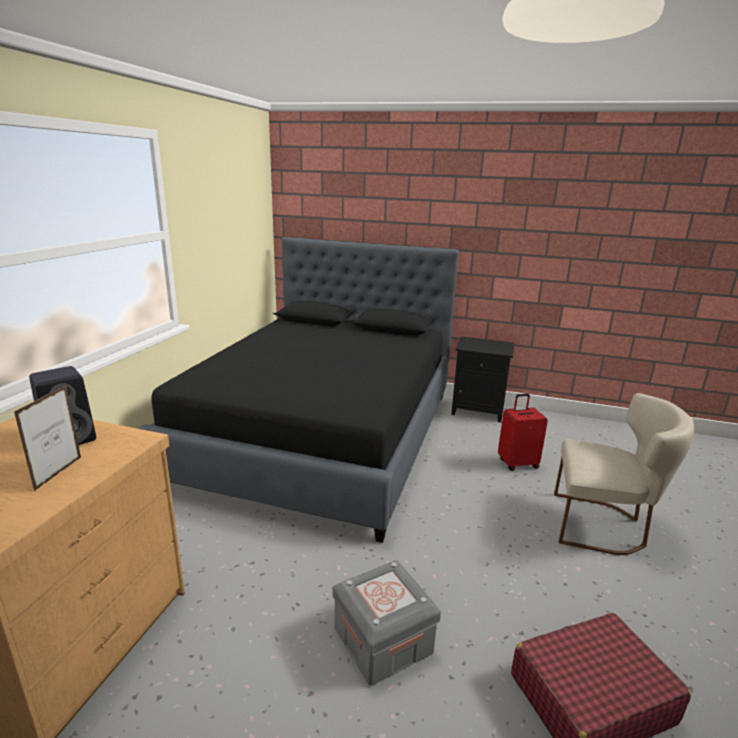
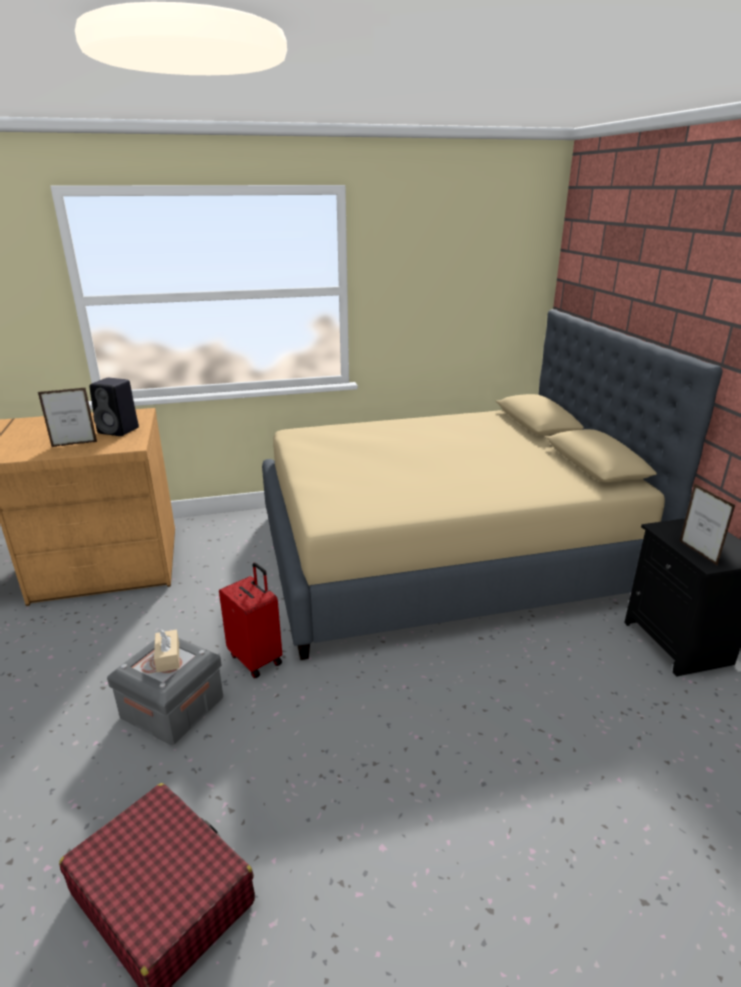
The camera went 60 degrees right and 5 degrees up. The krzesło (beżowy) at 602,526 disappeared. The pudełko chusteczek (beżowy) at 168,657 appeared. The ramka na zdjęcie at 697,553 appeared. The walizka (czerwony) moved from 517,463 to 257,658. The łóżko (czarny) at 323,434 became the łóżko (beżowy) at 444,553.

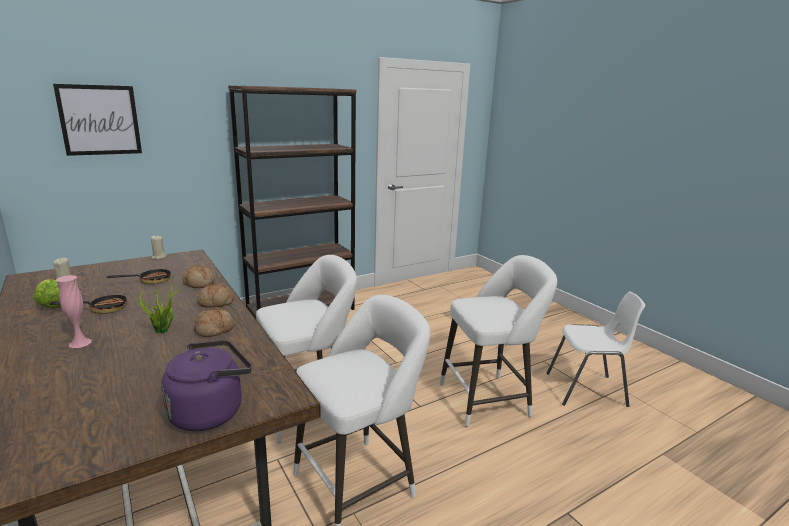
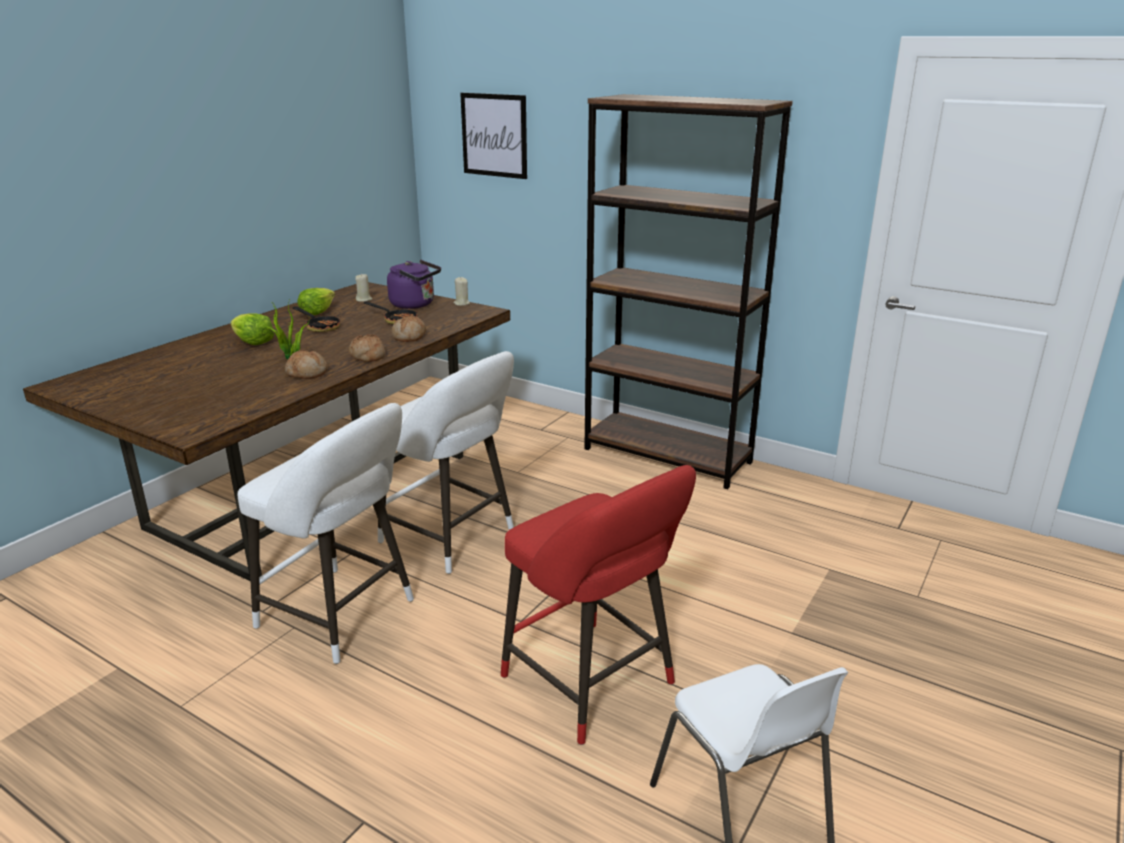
The camera went 65 degrees right and 5 degrees up. The czajnik (fioletowy) moved from 210,411 to 415,305. The wazon (różowy) at 80,343 was replaced by the sałata at 253,342. The stołek (biały) at 489,399 became the stołek (czerwony) at 594,685.

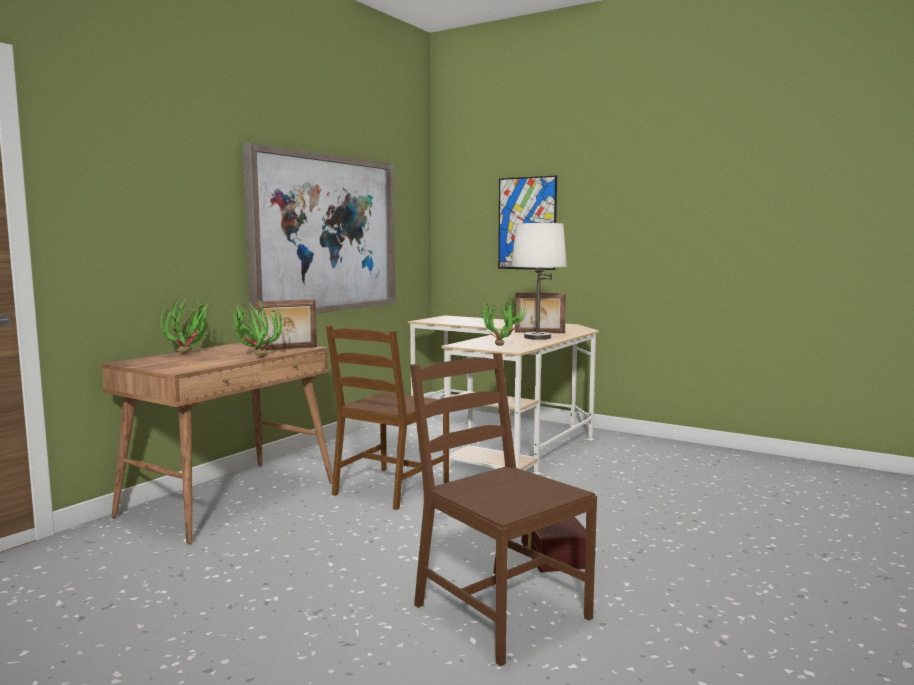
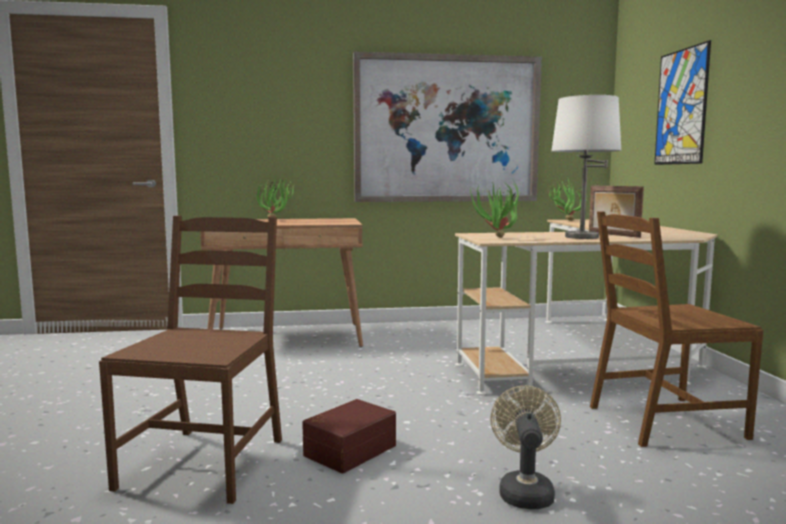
The camera went 50 degrees right and 0 degrees up. The ramka na zdjęcie at 287,349 disappeared. The wentylator (beżowy) at 524,491 appeared. The roślina doniczkowa moved from 254,357 to 565,220. The krzesło (brązowy) moved from 390,488 to 664,421.

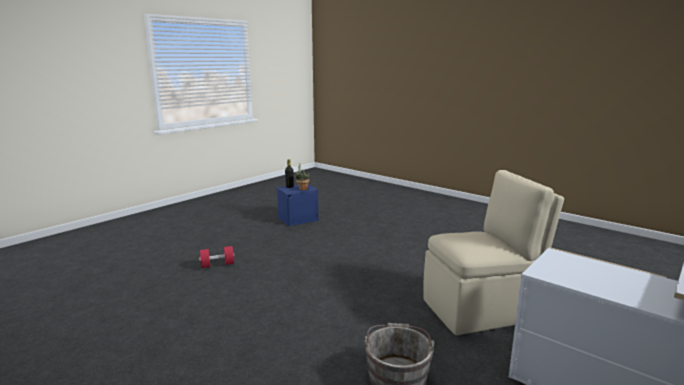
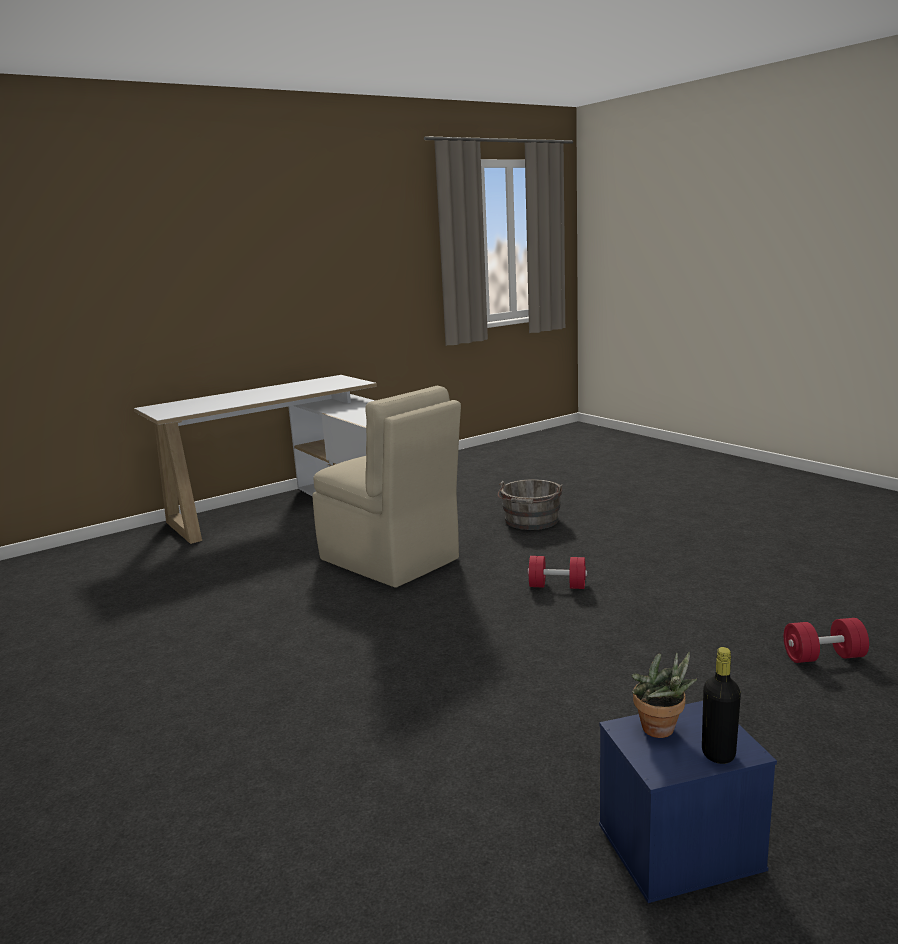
The camera went 165 degrees left and 0 degrees up. The hantel (czerwony) at 557,586 appeared. The krzesło (beżowy) at 481,310 turned 135 degrees counterclockwise.

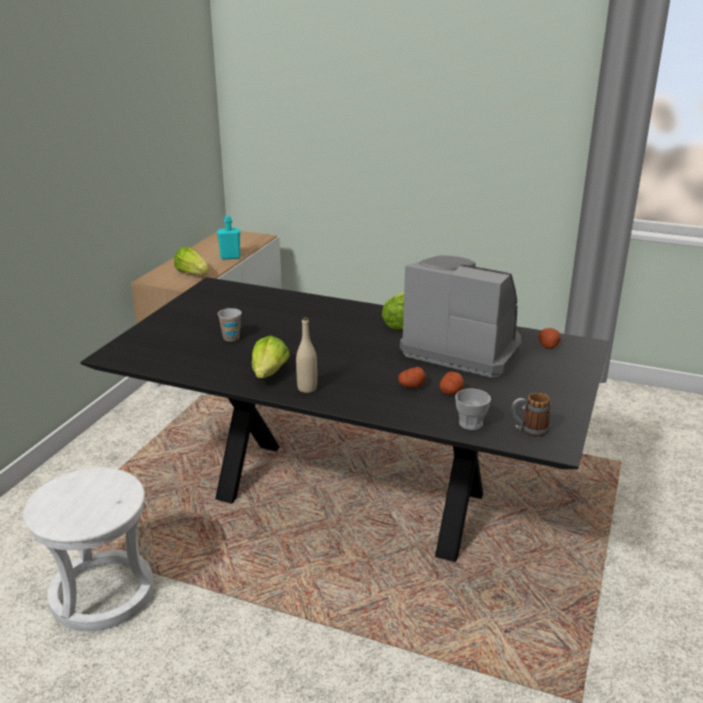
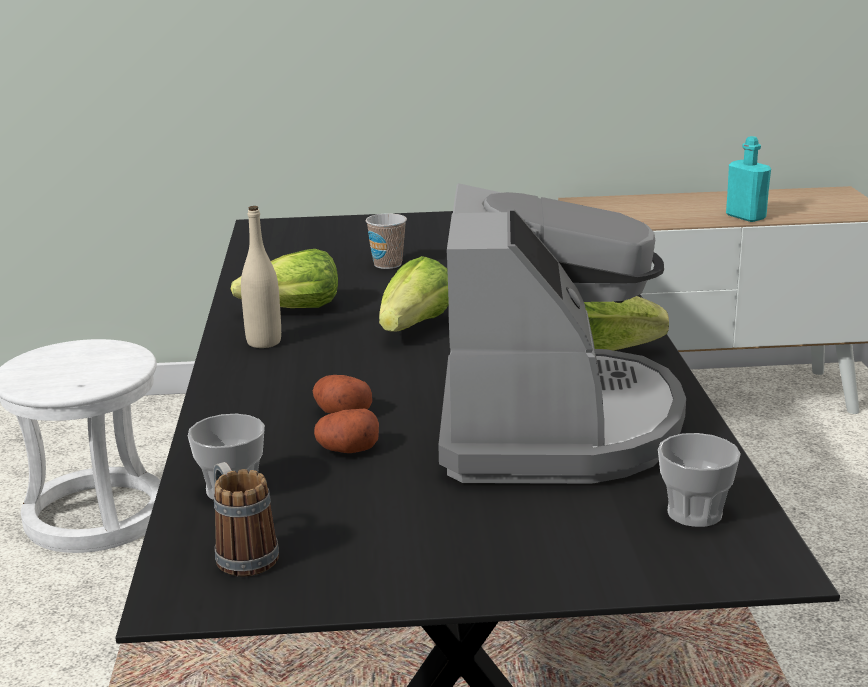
The camera went 65 degrees right and 5 degrees down. The sałata moved from 192,274 to 415,327. The ziemniak at 548,345 was replaced by the filiżanka at 694,513.

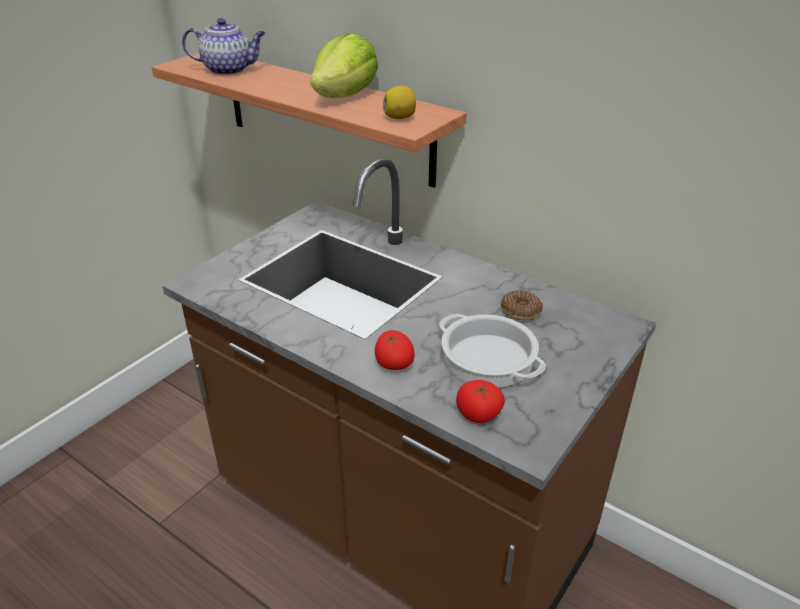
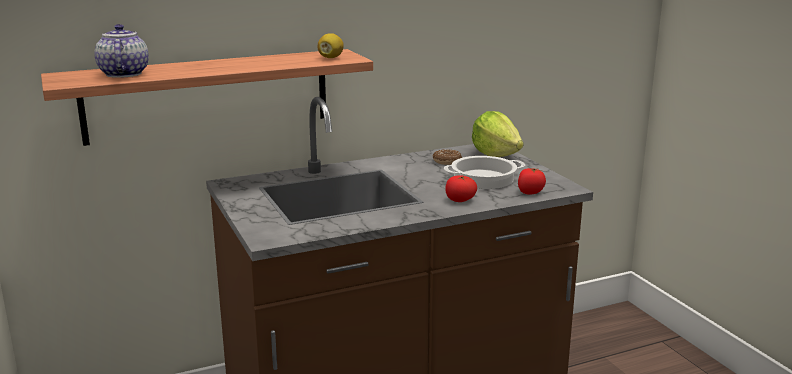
The camera went 60 degrees left and 15 degrees down. The sałata moved from 346,96 to 496,154. The imbryk at 229,70 turned 45 degrees counterclockwise.

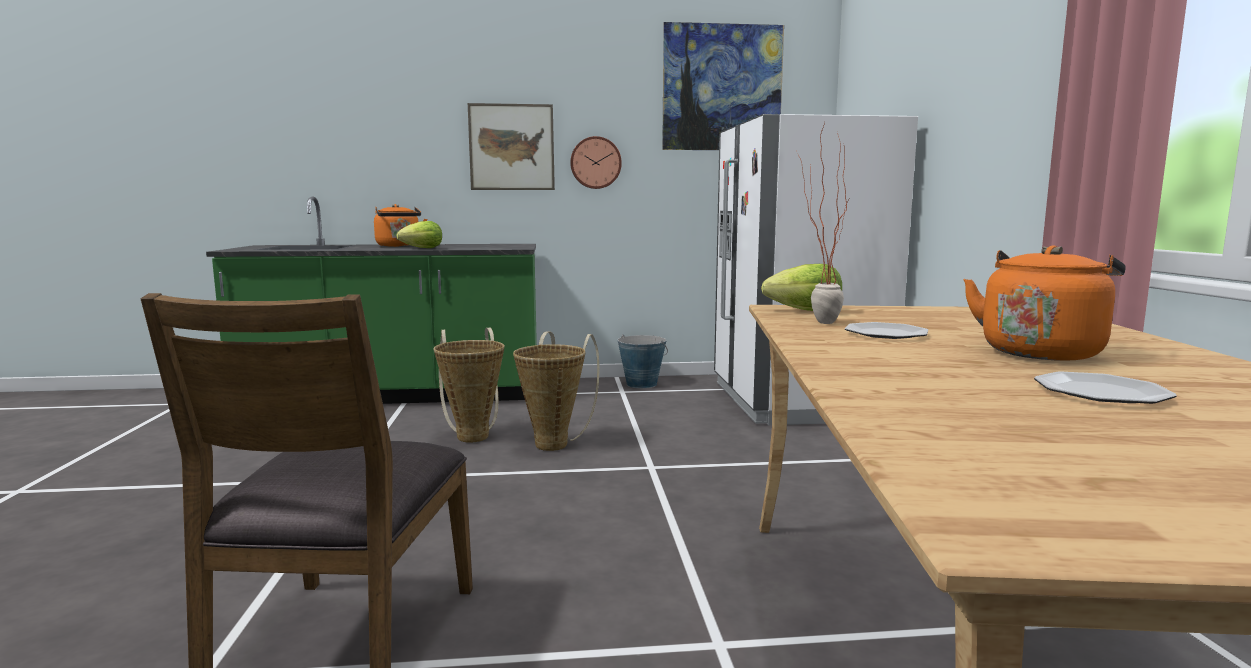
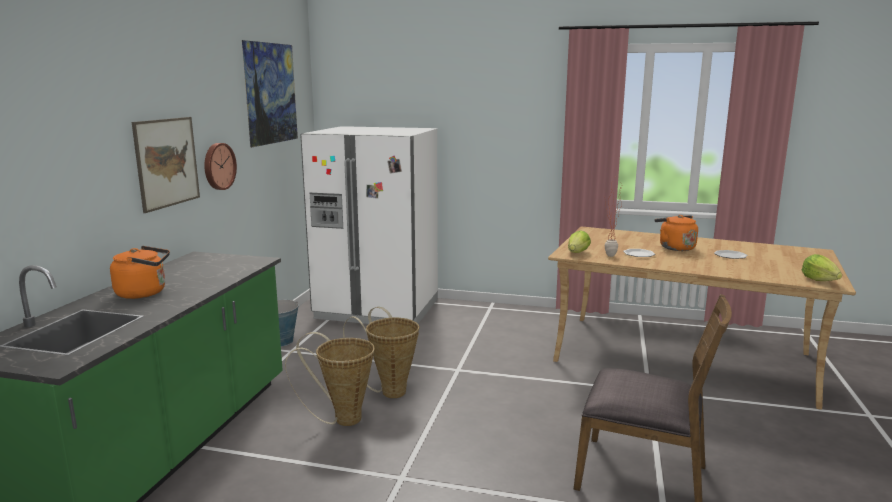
The camera went 70 degrees left and 5 degrees up. The sałata moved from 423,248 to 819,280.

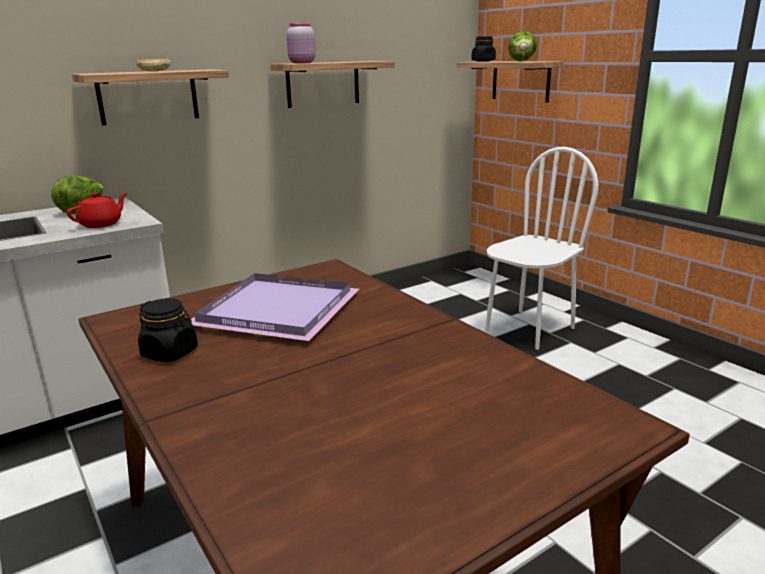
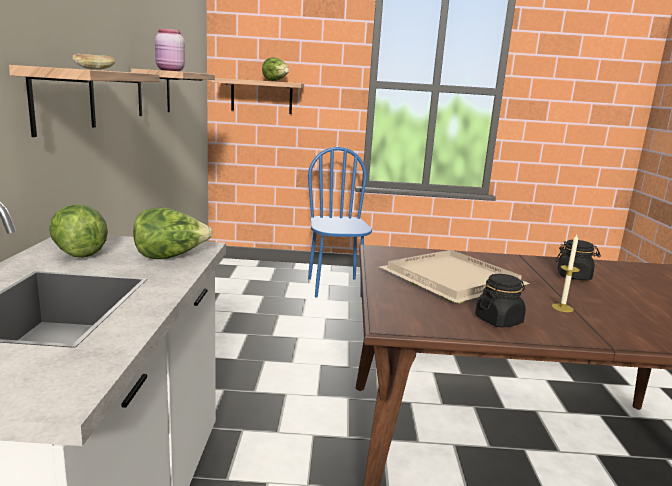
The camera went 55 degrees left and 5 degrees down. The świeca at 562,308 appeared. The słoik (czarny) moved from 483,61 to 574,276. The imbryk (czerwony) at 101,224 was replaced by the sałata at 170,257. The taca (fioletowy) at 274,311 became the taca (beżowy) at 452,280. The krzesło (biały) at 529,329 became the krzesło (niebieski) at 335,287.

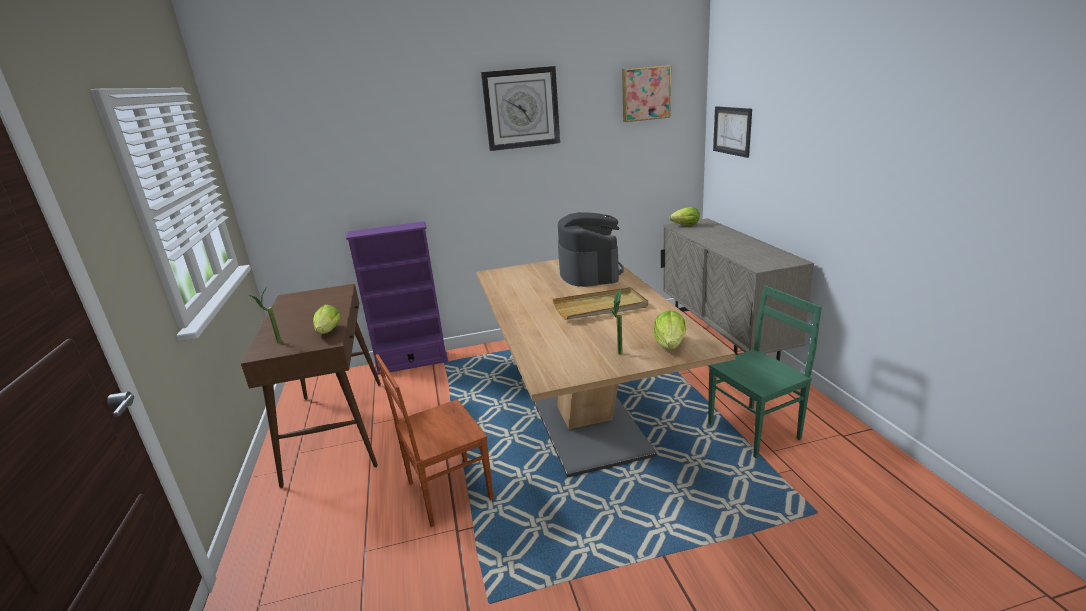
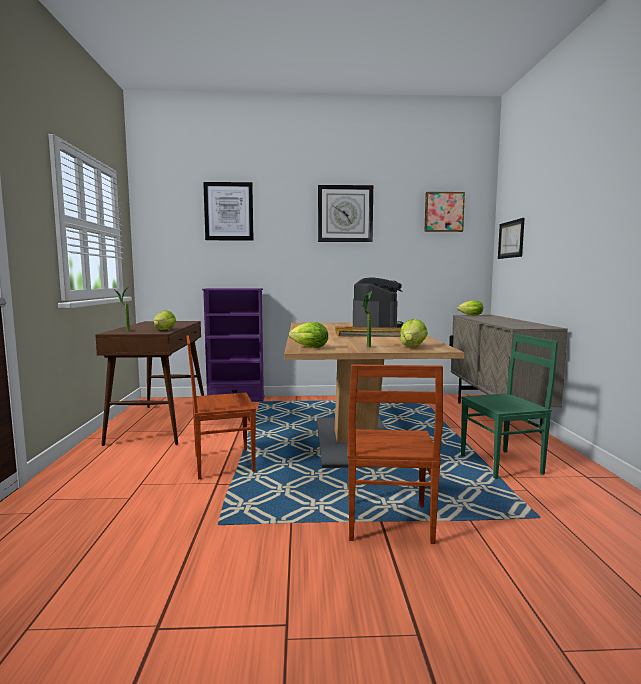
The camera went 10 degrees right and 15 degrees down. The obraz at 228,211 appeared. The sałata at 307,347 appeared. The krzesło (brązowy) at 387,523 appeared.

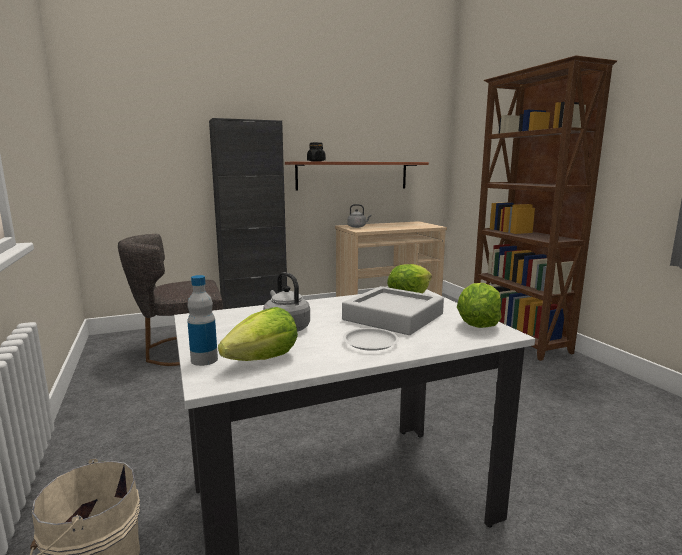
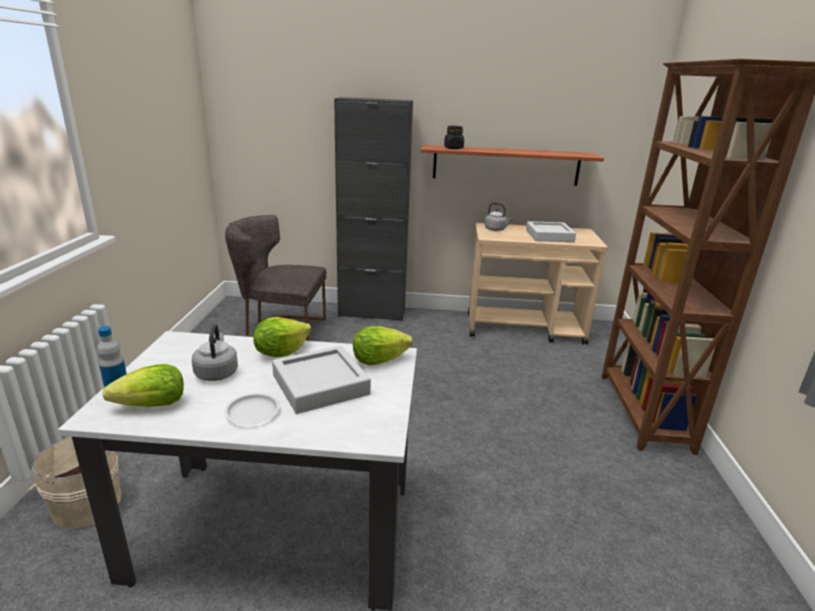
The camera went 25 degrees right and 10 degrees up. The taca (szary) at 549,236 appeared. The sałata moved from 478,325 to 281,352.

